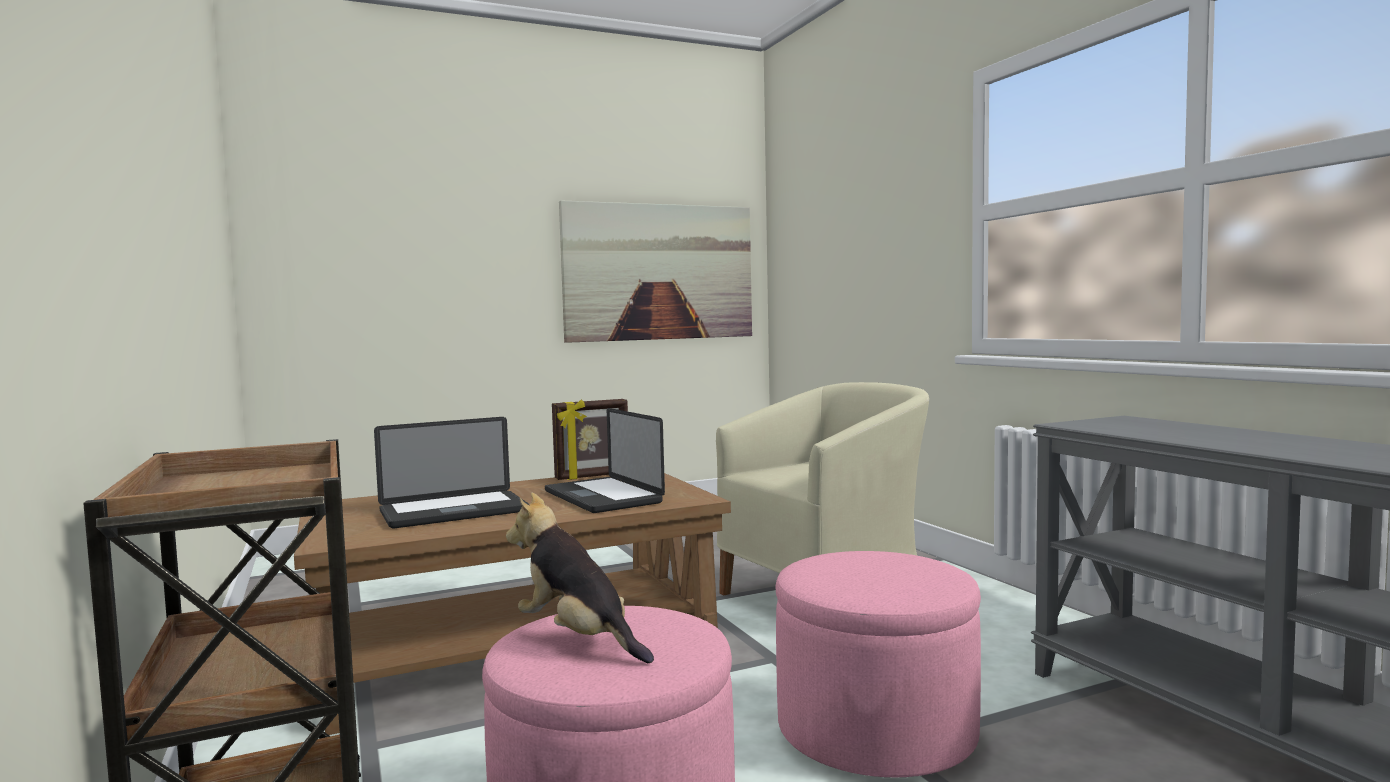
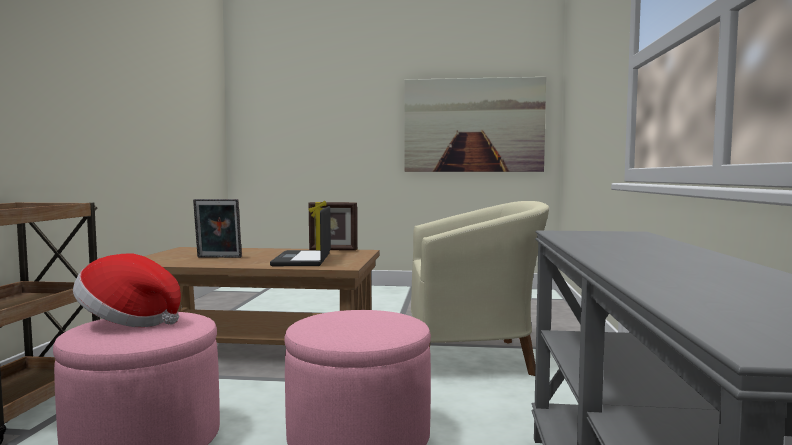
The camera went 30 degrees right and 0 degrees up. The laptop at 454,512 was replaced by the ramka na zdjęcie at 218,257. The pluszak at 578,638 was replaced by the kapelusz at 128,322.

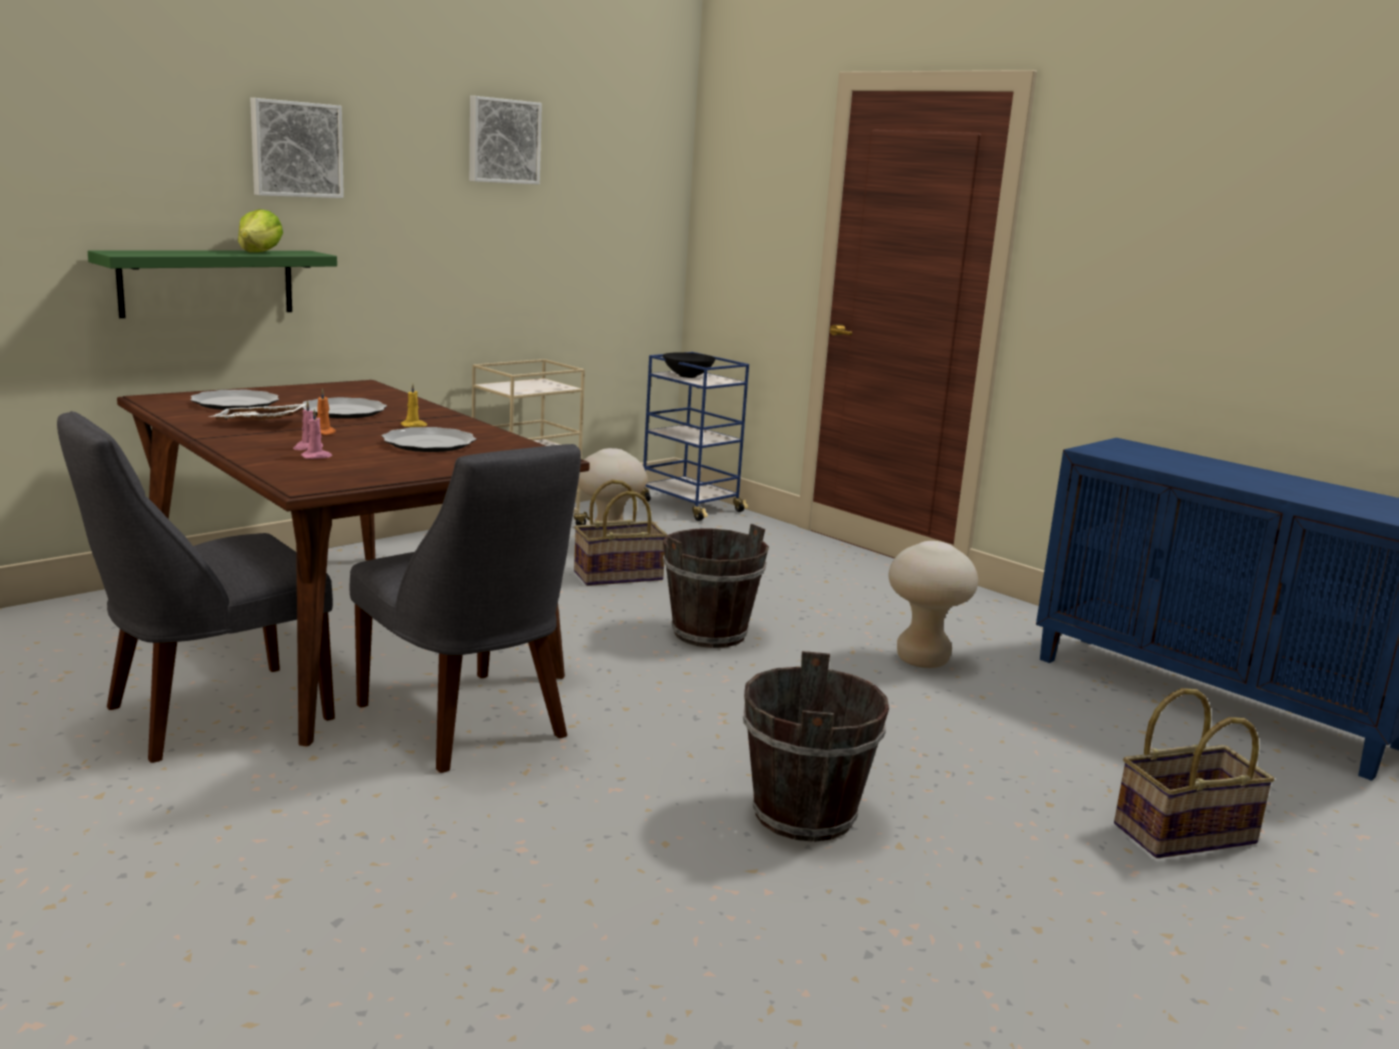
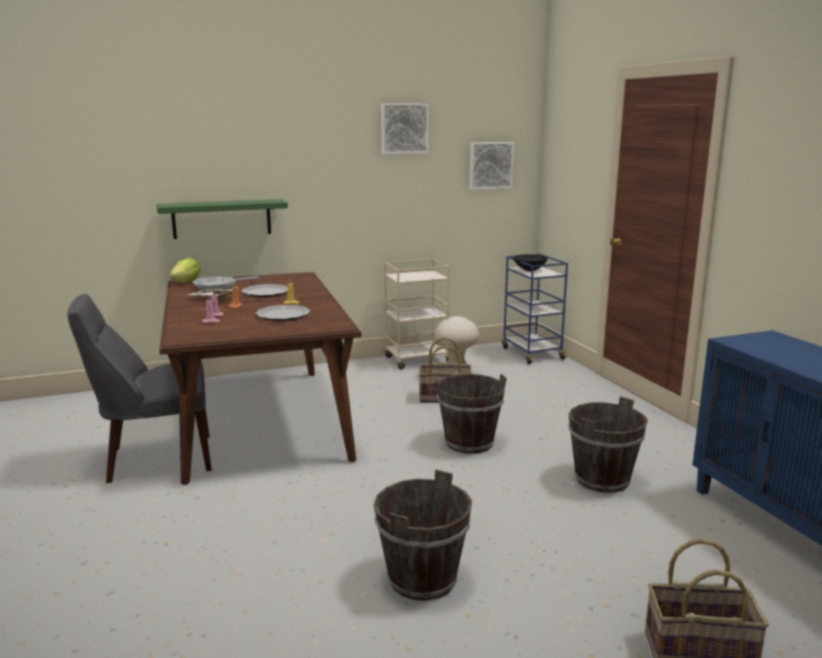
The camera went 25 degrees right and 0 degrees up. The krzesło (szary) at 467,724 disappeared. The sałata moved from 260,252 to 186,282. The obraz moved from 295,149 to 490,165. The talerz at 236,403 was replaced by the patelnia at 218,286. The stołek (beżowy) at 922,660 was replaced by the wiadro (brązowy) at 602,480.

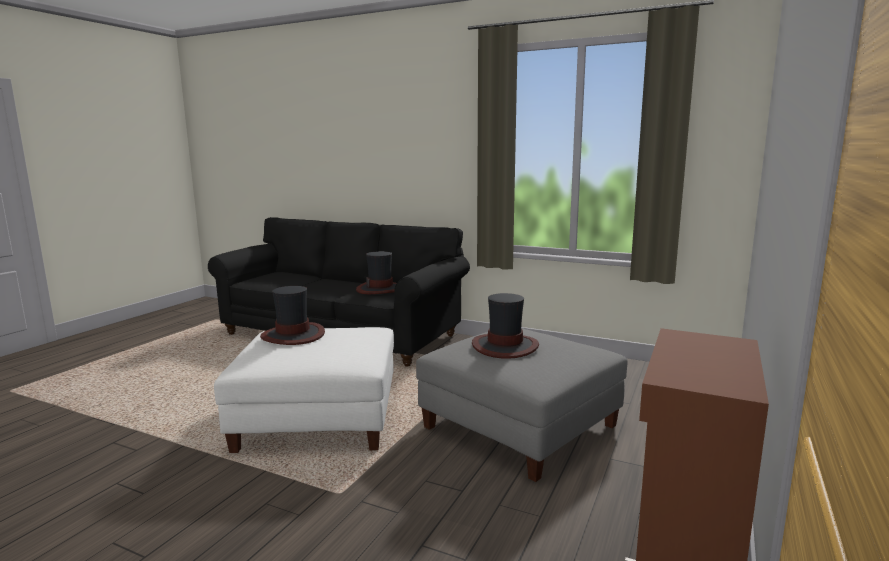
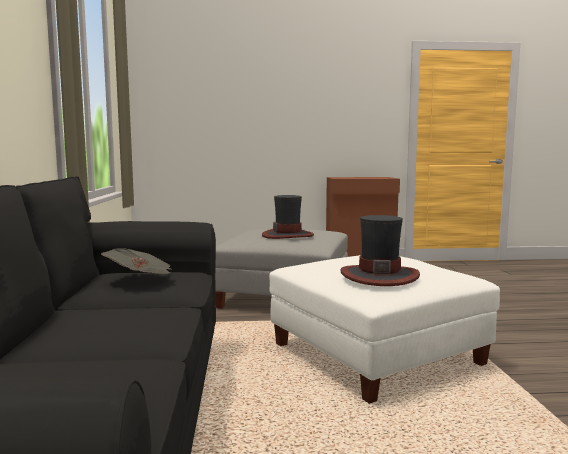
The camera went 120 degrees left and 5 degrees down. The kapelusz at 380,289 was replaced by the gazeta at 141,281.

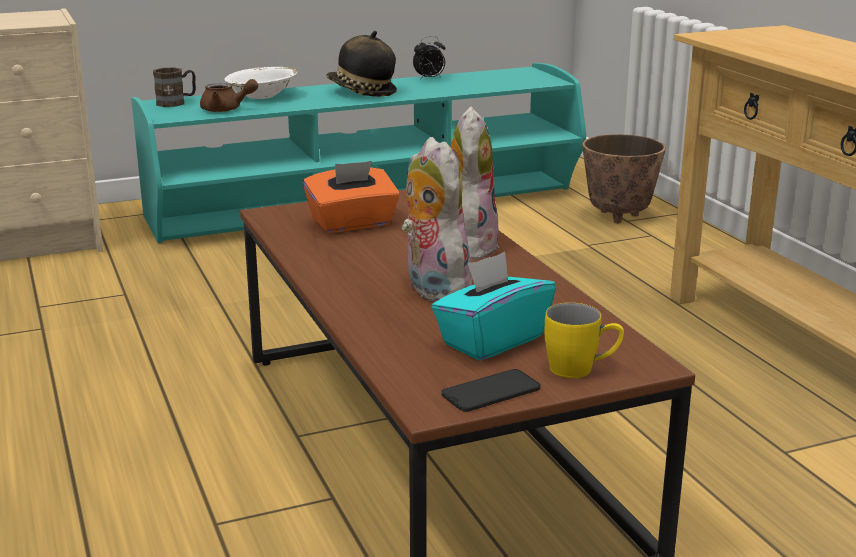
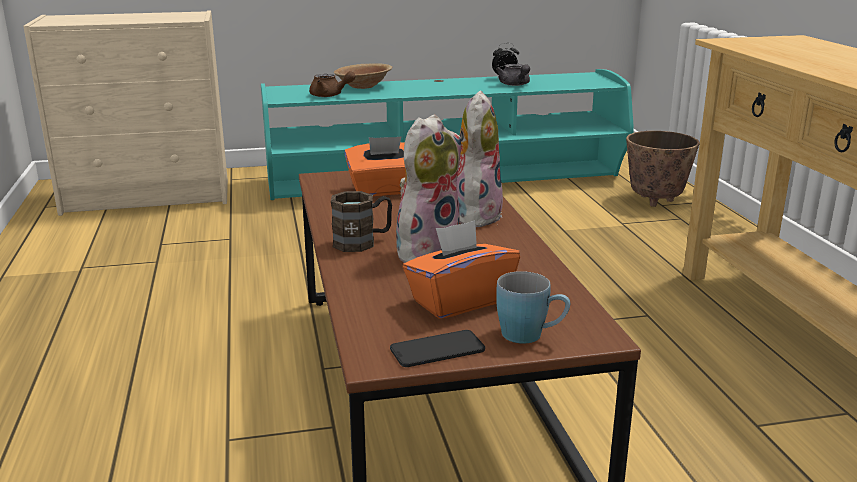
The camera went 10 degrees right and 0 degrees up. The kapelusz at 361,92 disappeared. The imbryk (szary) at 515,85 appeared. The kubek (brązowy) moved from 176,102 to 362,242. The miska (biały) at 262,96 became the miska (brązowy) at 363,86. The pudełko chusteczek (turkusowy) at 492,340 became the pudełko chusteczek (pomarańczowy) at 459,301. The kubek (żółty) at 581,370 became the kubek (niebieski) at 531,336. The pluszak at 432,289 turned 60 degrees clockwise.

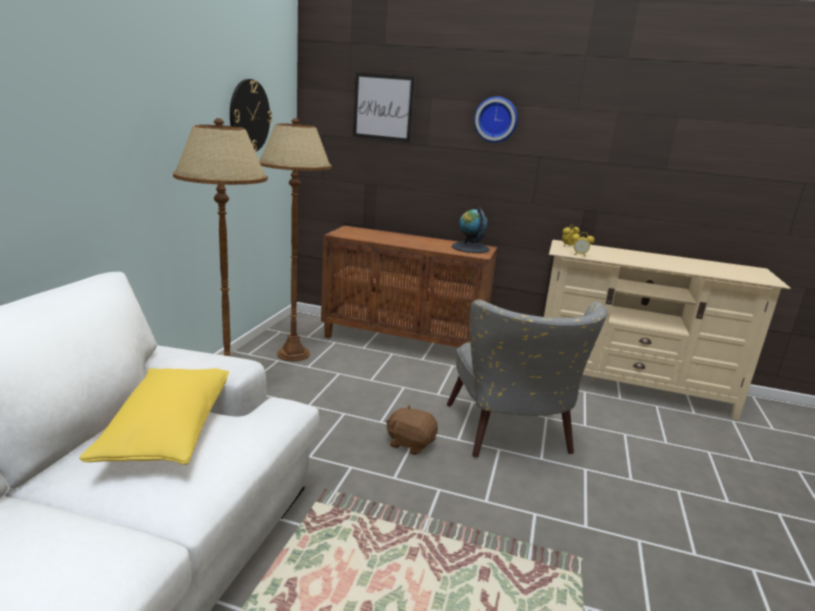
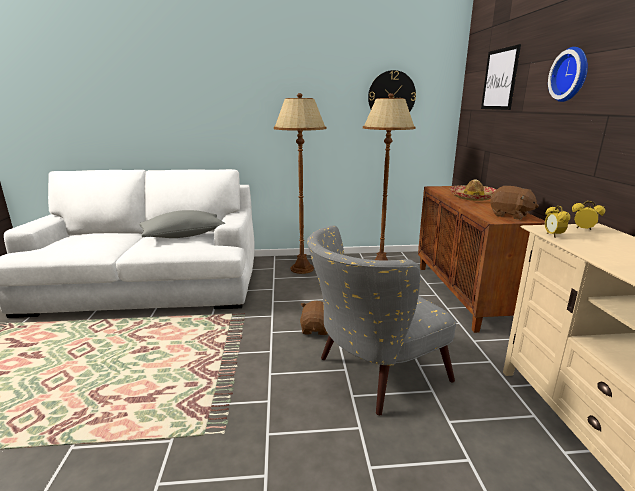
The camera went 70 degrees right and 0 degrees up. The kapelusz at 472,198 appeared. The globus at 470,248 was replaced by the pluszak (brązowy) at 510,215. The poduszka (żółty) at 167,432 became the poduszka (szary) at 183,235.

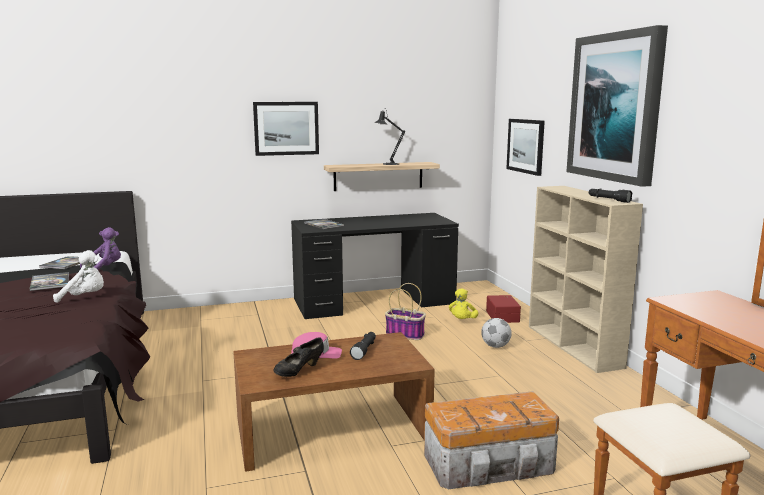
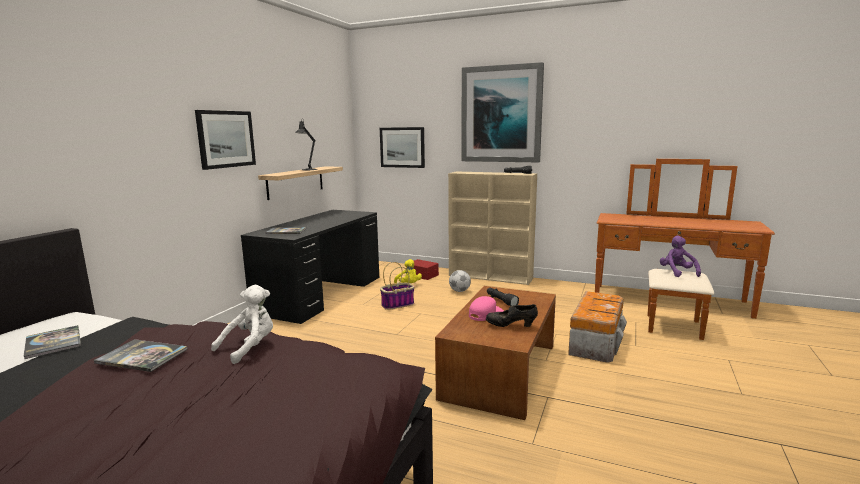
The camera went 50 degrees left and 0 degrees up. The pluszak (fioletowy) moved from 105,268 to 677,272. The but (czarny) at 299,371 turned 105 degrees clockwise.

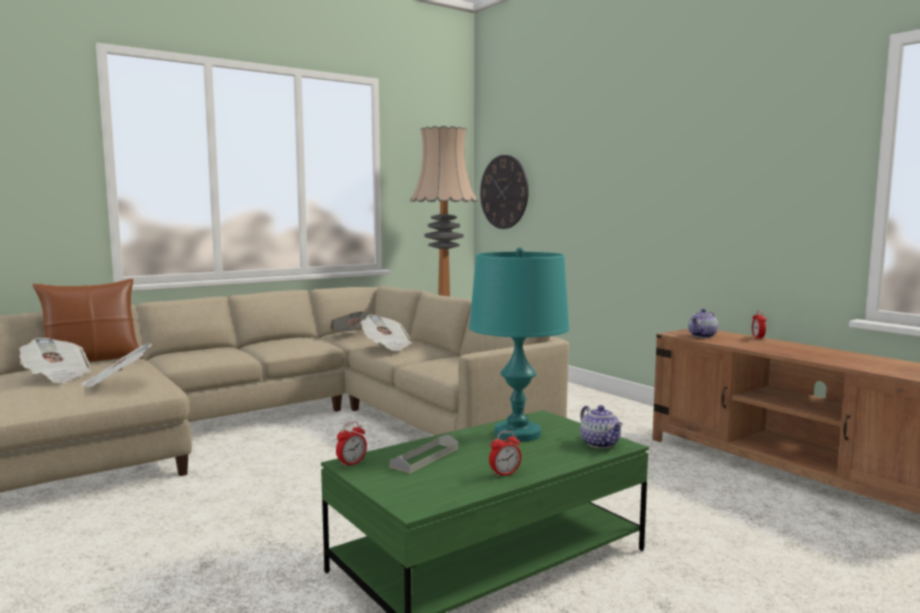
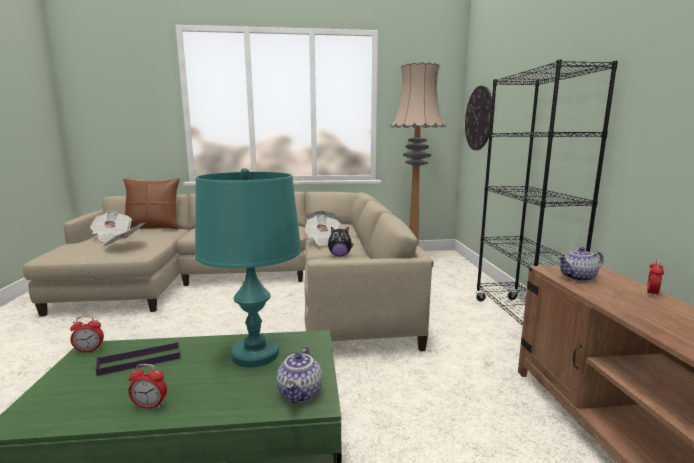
The camera went 30 degrees right and 5 degrees up. The pluszak at 340,255 appeared. The regał (czarny) at 520,320 appeared. The taca (szary) at 425,458 became the taca (fioletowy) at 140,361.

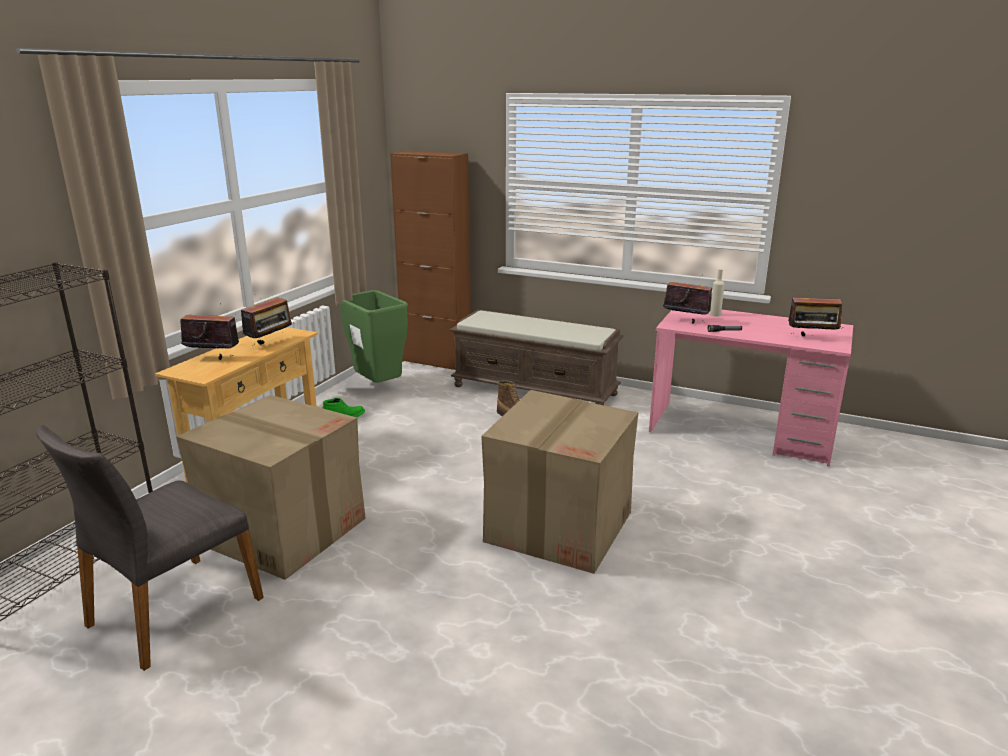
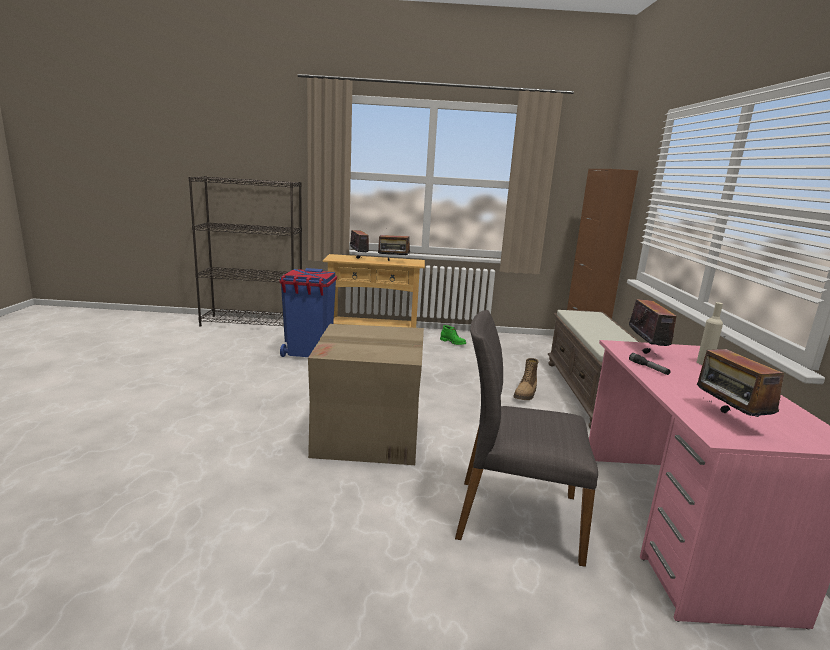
The camera went 65 degrees right and 5 degrees down. The kosz na śmieci (zielony) at 379,387 disappeared. The krzesło (szary) moved from 172,611 to 516,517. The karton at 282,530 was replaced by the kosz na śmieci (niebieski) at 309,354.

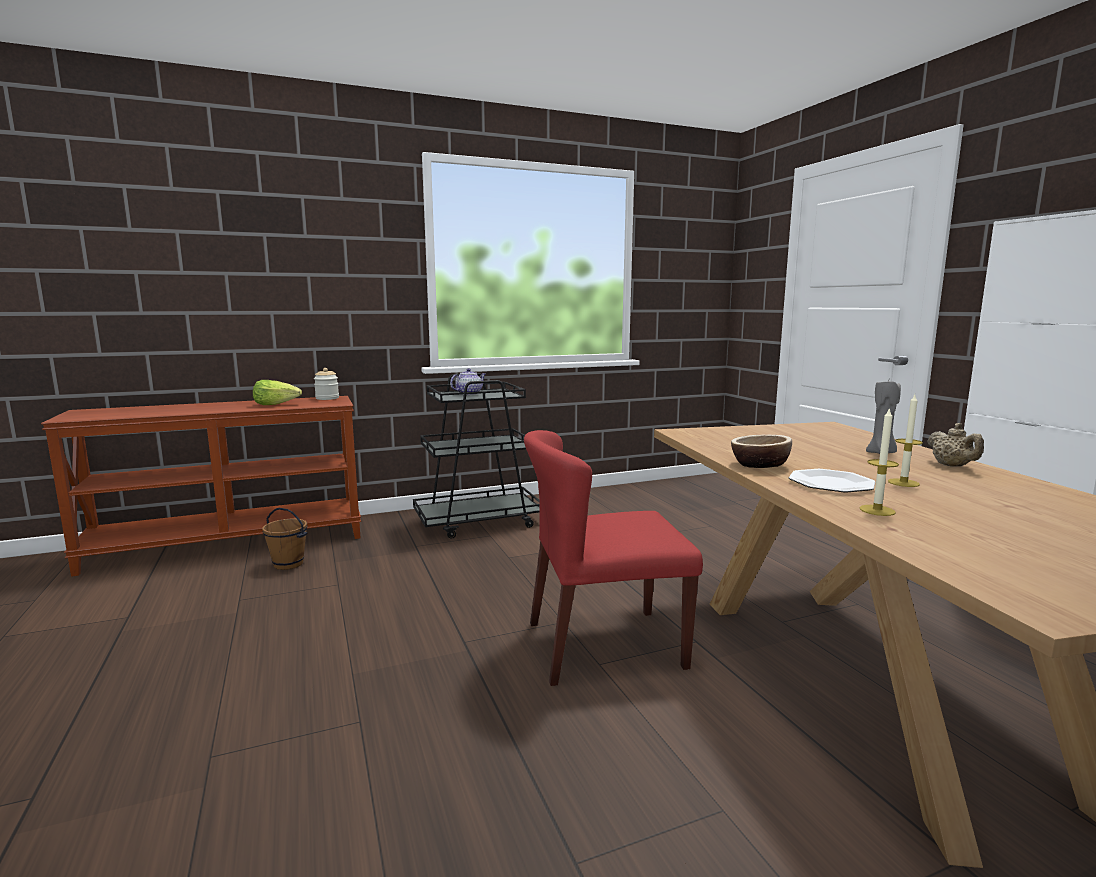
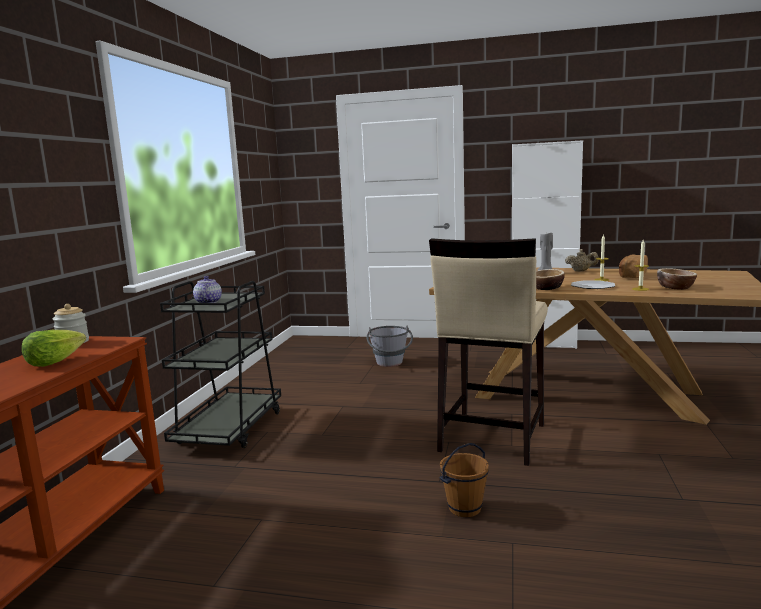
The camera went 55 degrees left and 0 degrees up. The wiadro (szary) at 390,364 appeared. The chleb at 632,275 appeared. The miska at 675,287 appeared. The wiadro (brązowy) moved from 289,564 to 464,508. The krzesło (czerwony) at 603,645 was replaced by the stołek (beżowy) at 491,438.

